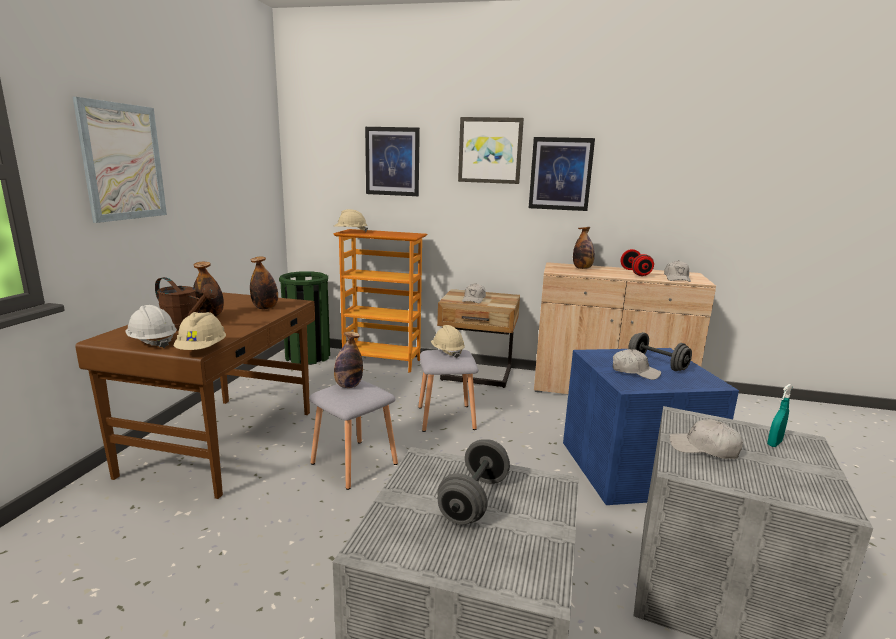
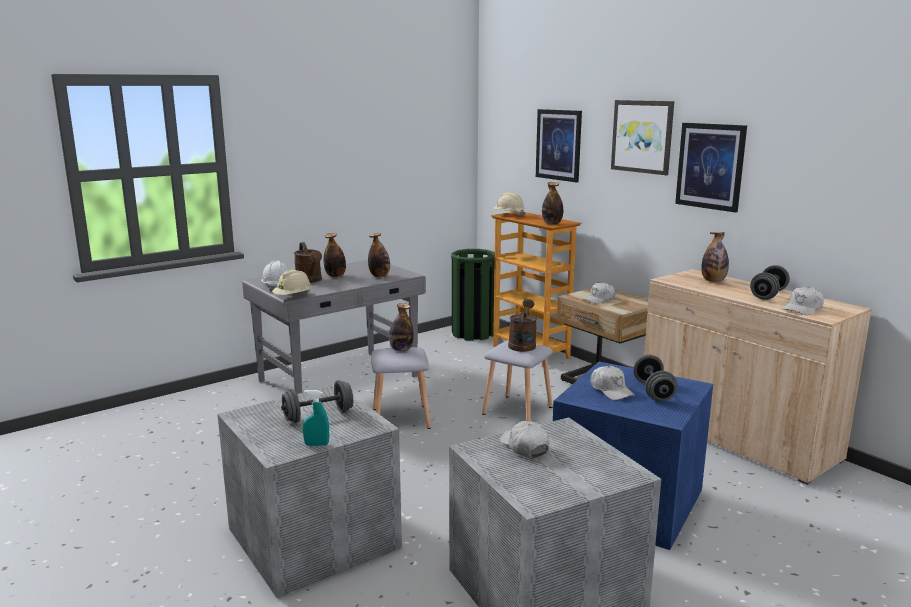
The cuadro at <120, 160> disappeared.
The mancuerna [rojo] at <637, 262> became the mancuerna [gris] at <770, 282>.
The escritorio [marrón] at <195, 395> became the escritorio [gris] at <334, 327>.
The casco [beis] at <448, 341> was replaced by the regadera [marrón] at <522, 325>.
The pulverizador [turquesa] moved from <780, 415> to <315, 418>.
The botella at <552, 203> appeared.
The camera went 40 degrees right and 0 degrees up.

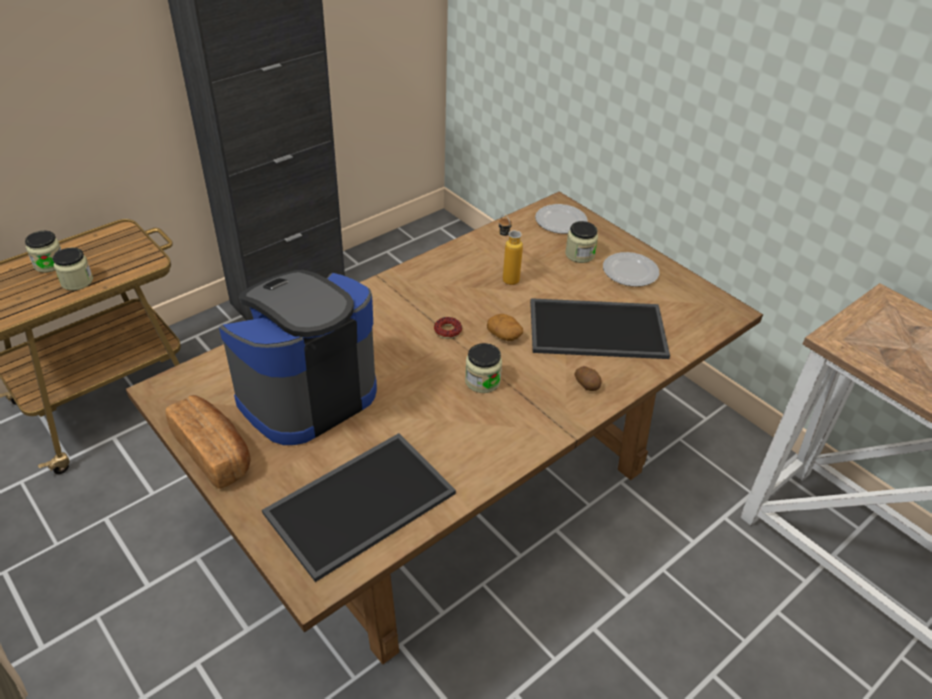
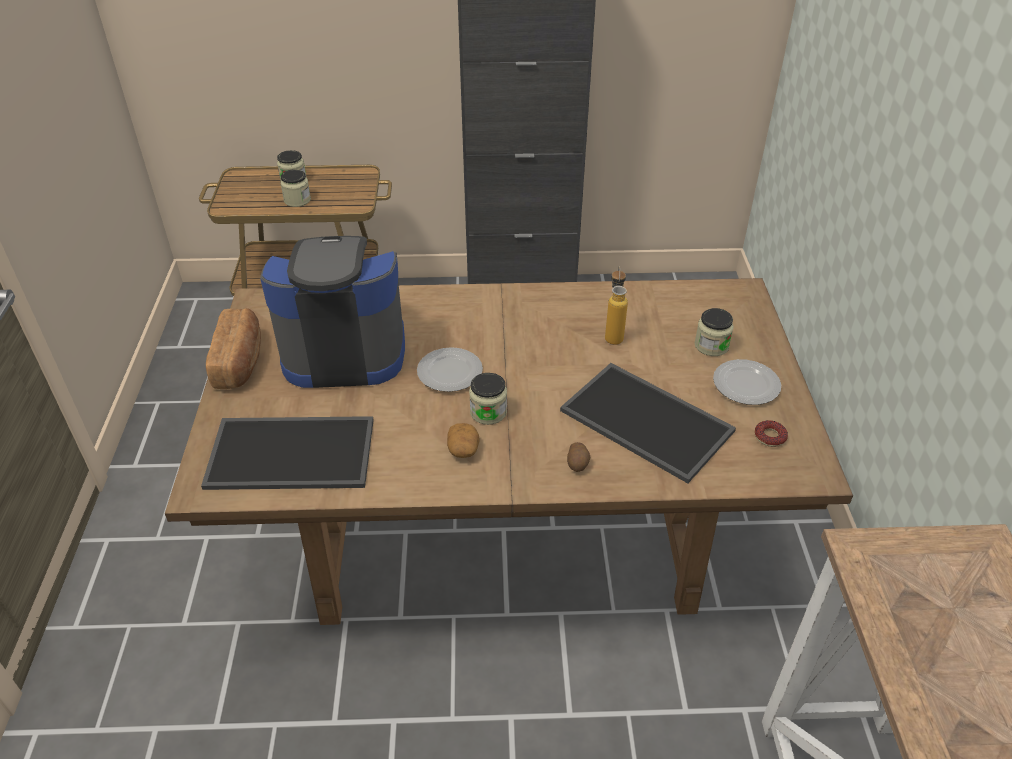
The plato moved from <561, 219> to <450, 369>.
The patata moved from <505, 327> to <463, 440>.
The rosquilla moved from <448, 328> to <771, 433>.
The camera went 40 degrees right and 0 degrees up.

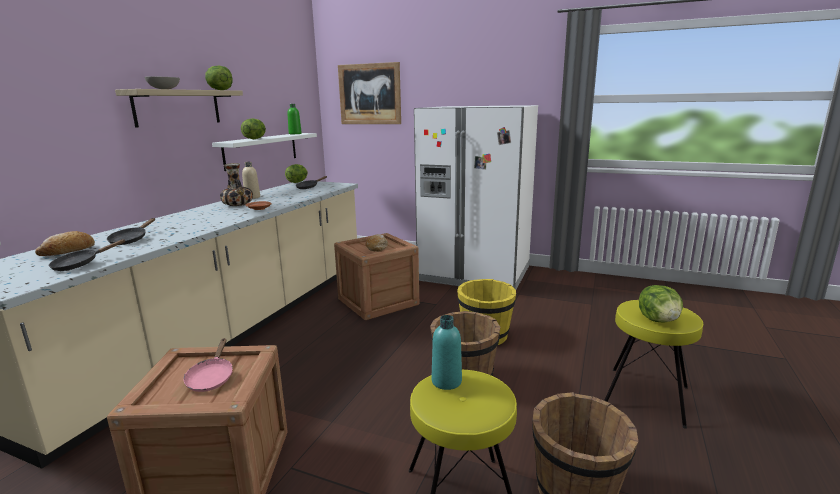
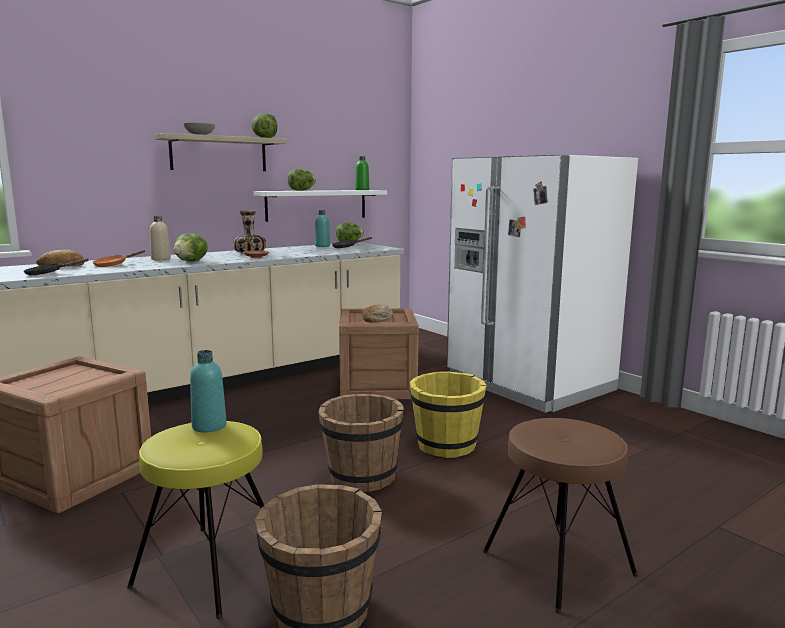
The cuadro at <369, 93> disappeared.
The botella [beis] moved from <251, 180> to <160, 238>.
The sartén [negro] at <131, 231> became the sartén [naranja] at <119, 258>.
The lechuga moved from <661, 304> to <190, 247>.
The taburete [amarillo] at <653, 364> became the taburete [marrón] at <560, 516>.
The sartén [rosa] at <208, 365> disappeared.
The botella [turquesa] at <322, 228> appeared.
The camera went 30 degrees right and 5 degrees down.

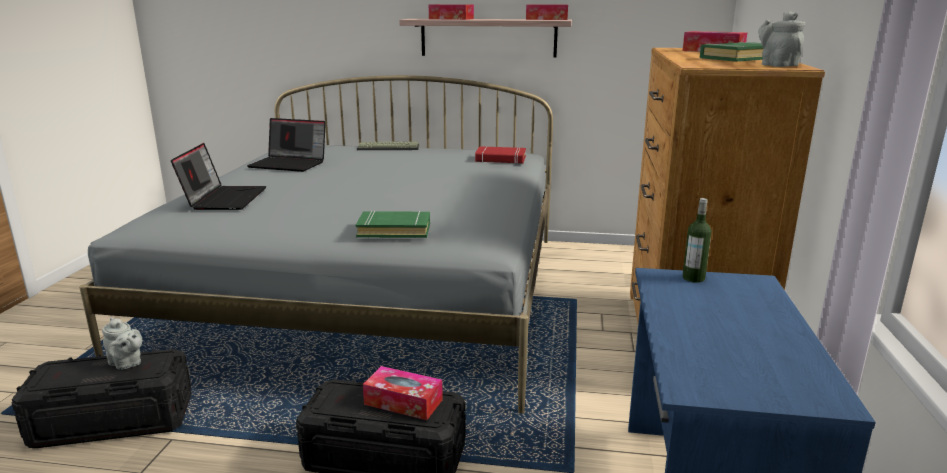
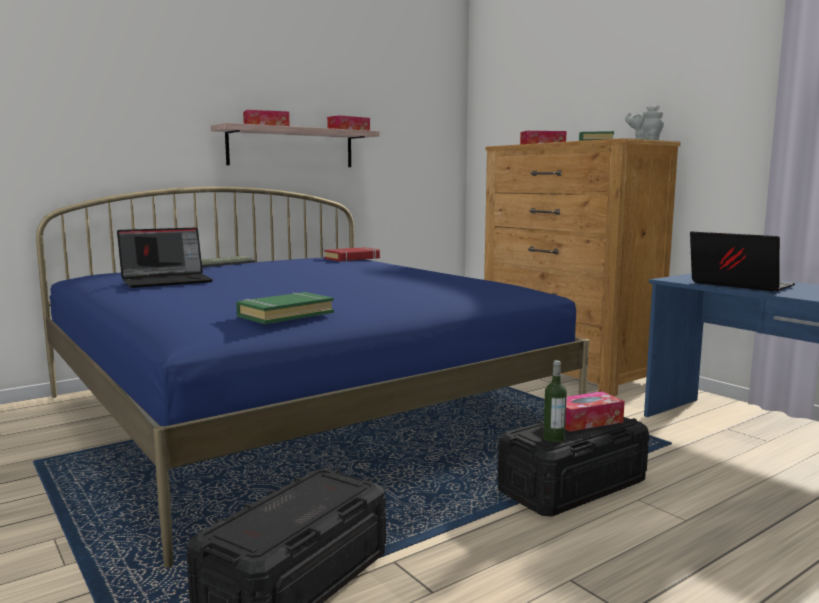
The cama [gris] at <316, 244> became the cama [azul] at <312, 377>.
The portátil moved from <218, 176> to <743, 261>.
The botella moved from <696, 240> to <555, 401>.
The libro [verde] moved from <393, 224> to <285, 308>.
The tetera [gris] at <122, 343> disappeared.
The camera went 45 degrees left and 10 degrees down.

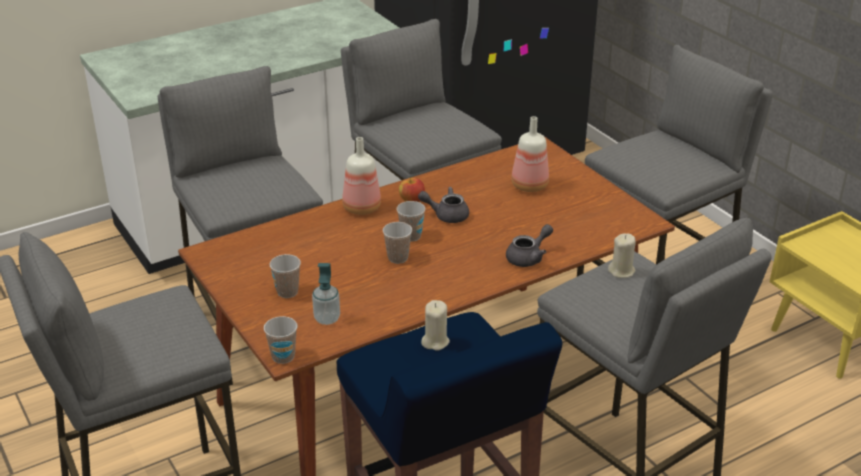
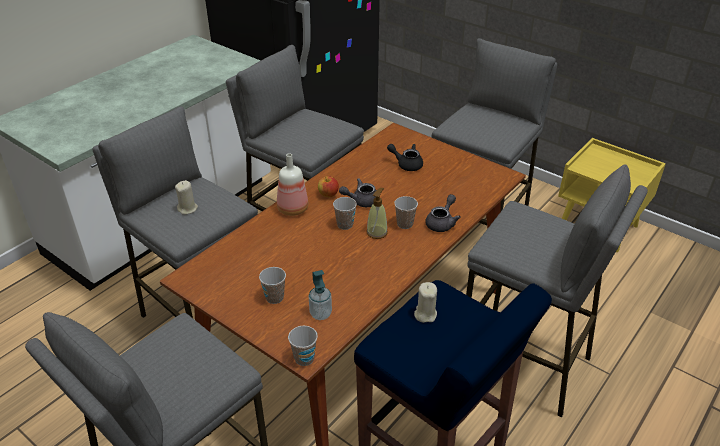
The botella at <530, 154> was replaced by the tetera [negro] at <405, 157>.
The taza moved from <397, 243> to <406, 212>.
The vela [beis] moved from <622, 256> to <186, 197>.
The dispensador de jabón at <377, 213> appeared.
The camera went 20 degrees left and 5 degrees up.

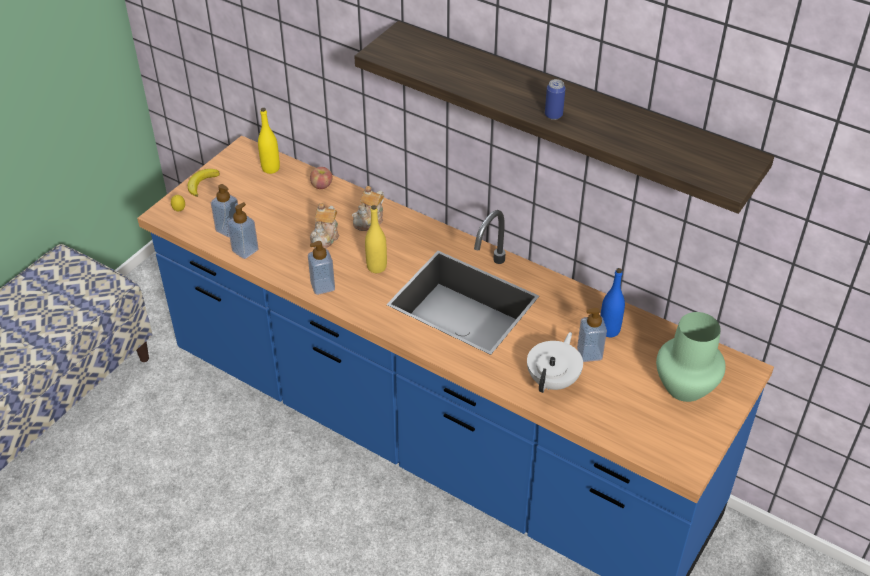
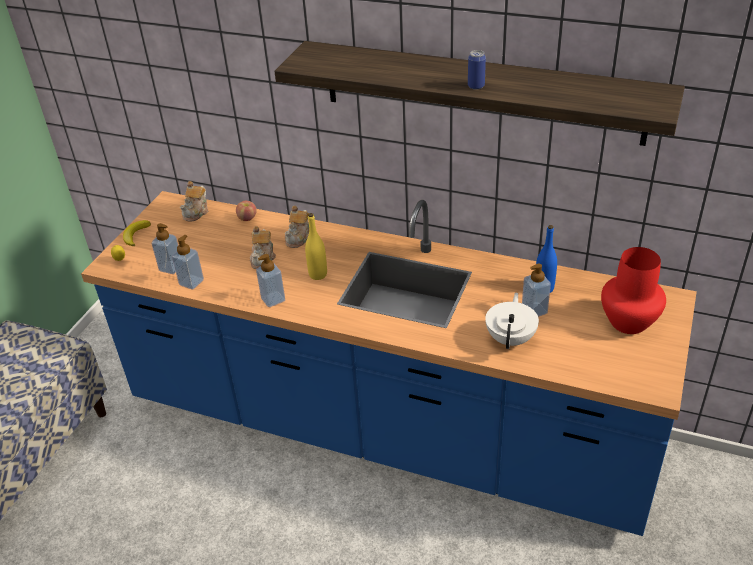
The botella [amarillo] at <269, 141> was replaced by the tetera at <194, 201>.
The florero [verde] at <691, 357> became the florero [rojo] at <633, 290>.
The camera went 10 degrees left and 5 degrees down.

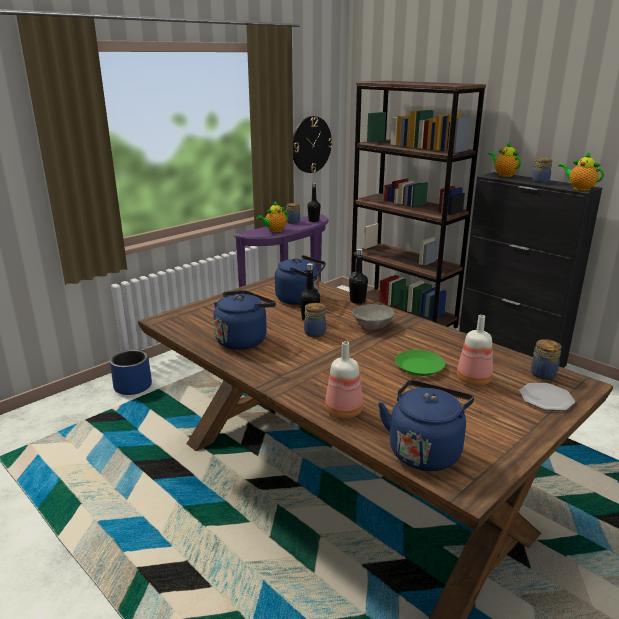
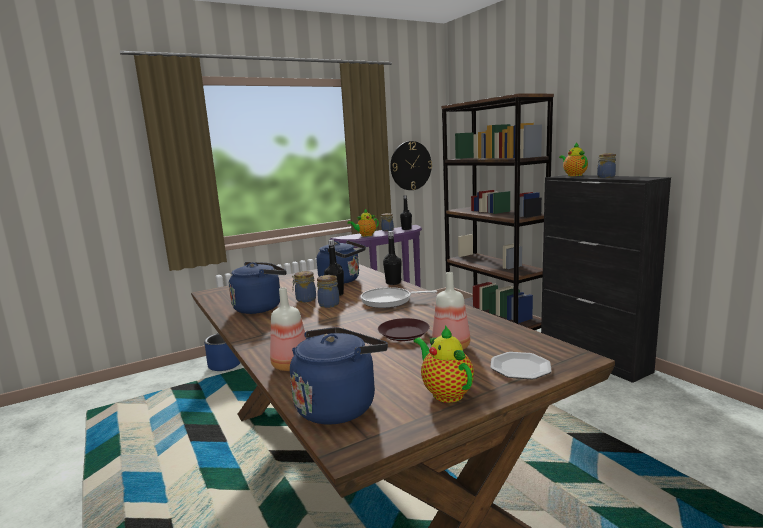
The tetera moved from <581, 171> to <444, 364>.
The cuenco [gris] at <373, 317> was replaced by the sartén at <399, 297>.
The tarro moved from <546, 359> to <304, 286>.
The plato [verde] at <420, 363> became the plato [marrón] at <404, 329>.
The camera went 15 degrees right and 10 degrees down.

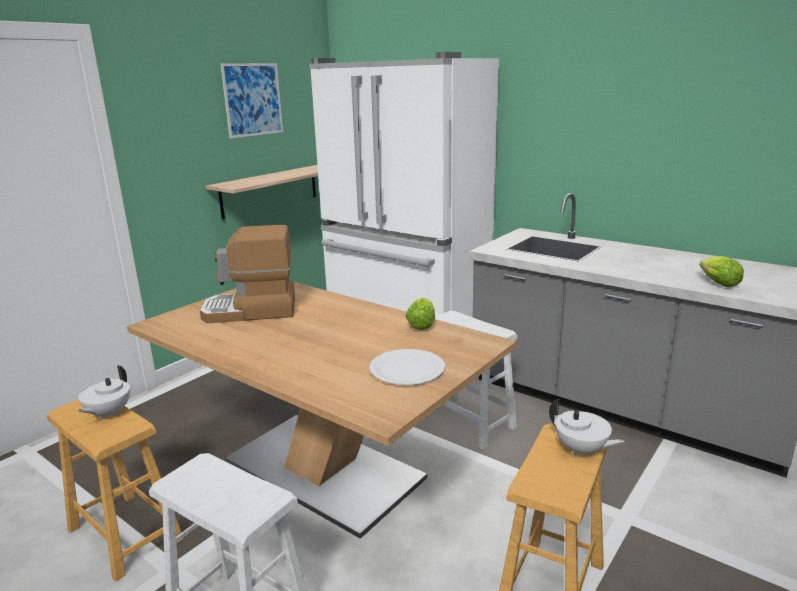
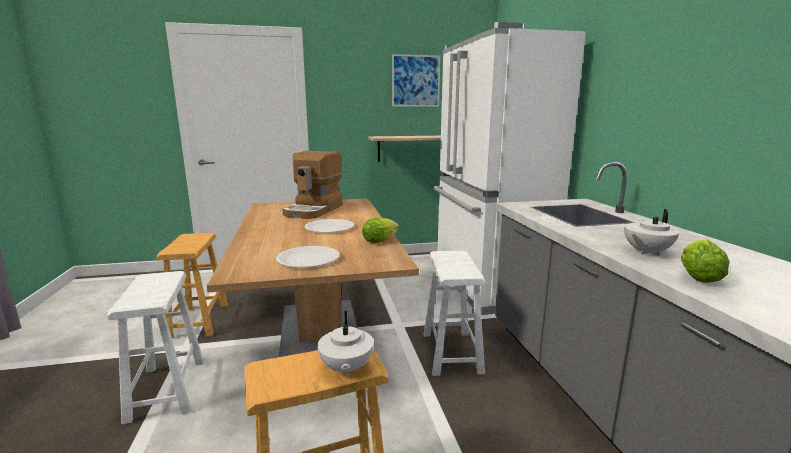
The cafetera at <247, 274> turned 105 degrees counterclockwise.
The tetera [blanco] moved from <104, 393> to <651, 232>.
The plato [blanco] at <329, 226> appeared.
The camera went 40 degrees right and 5 degrees down.

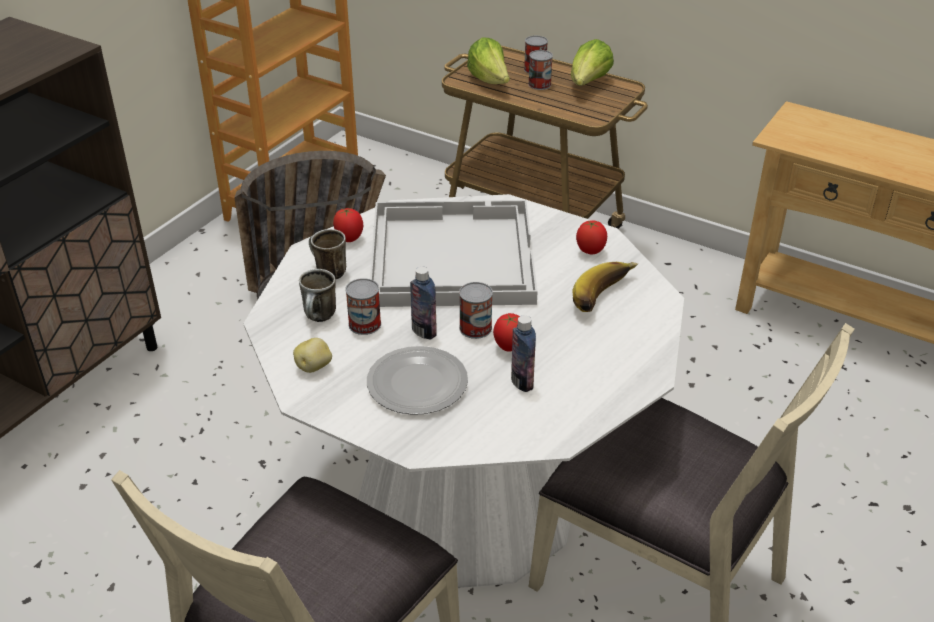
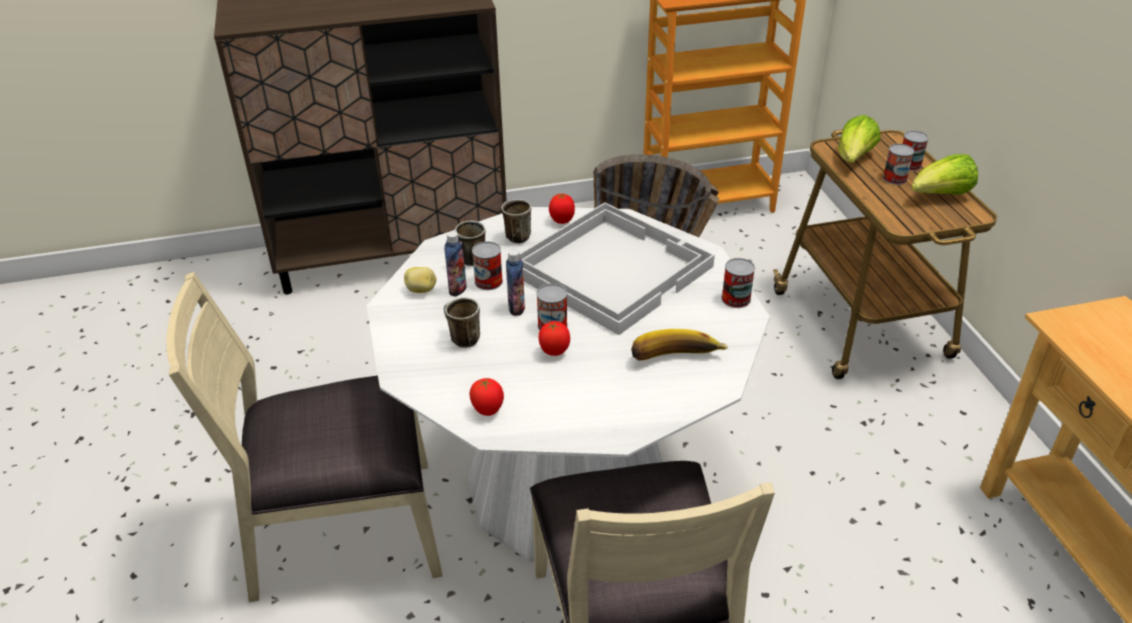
The tomate moved from <591, 237> to <487, 396>.
The botella moved from <523, 353> to <455, 263>.
The plato at <417, 380> was replaced by the taza grande at <462, 322>.
The lata at <738, 283> appeared.
The camera went 45 degrees right and 0 degrees up.

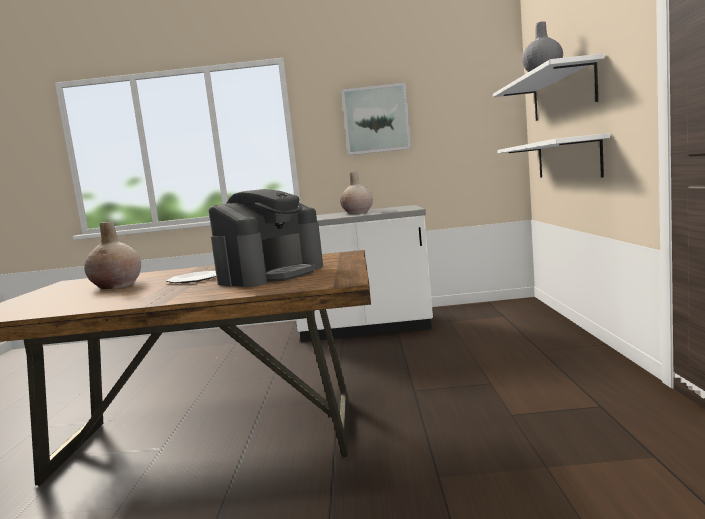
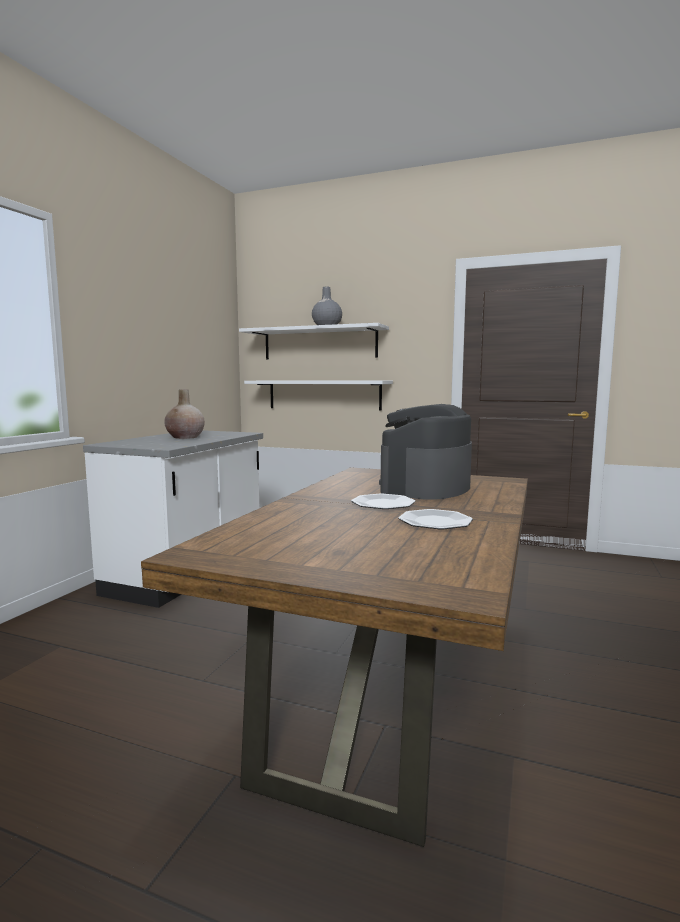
The cuadro at <376, 119> disappeared.
The cafetera at <266, 238> turned 120 degrees counterclockwise.
The florero [beis] at <112, 255> disappeared.
The plato at <435, 519> appeared.
The camera went 70 degrees left and 0 degrees up.

